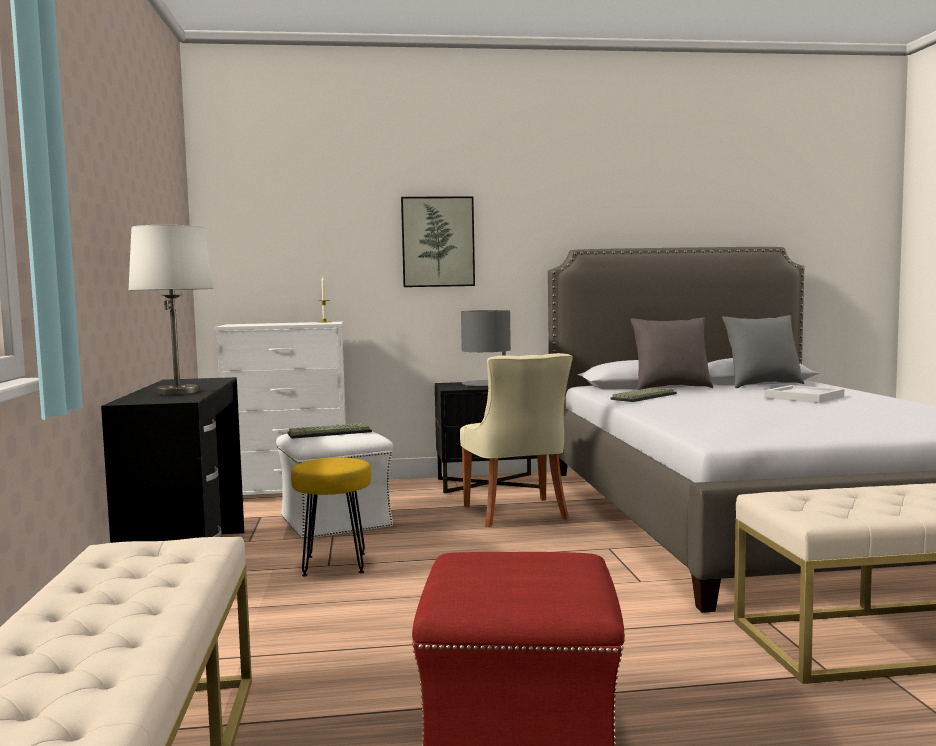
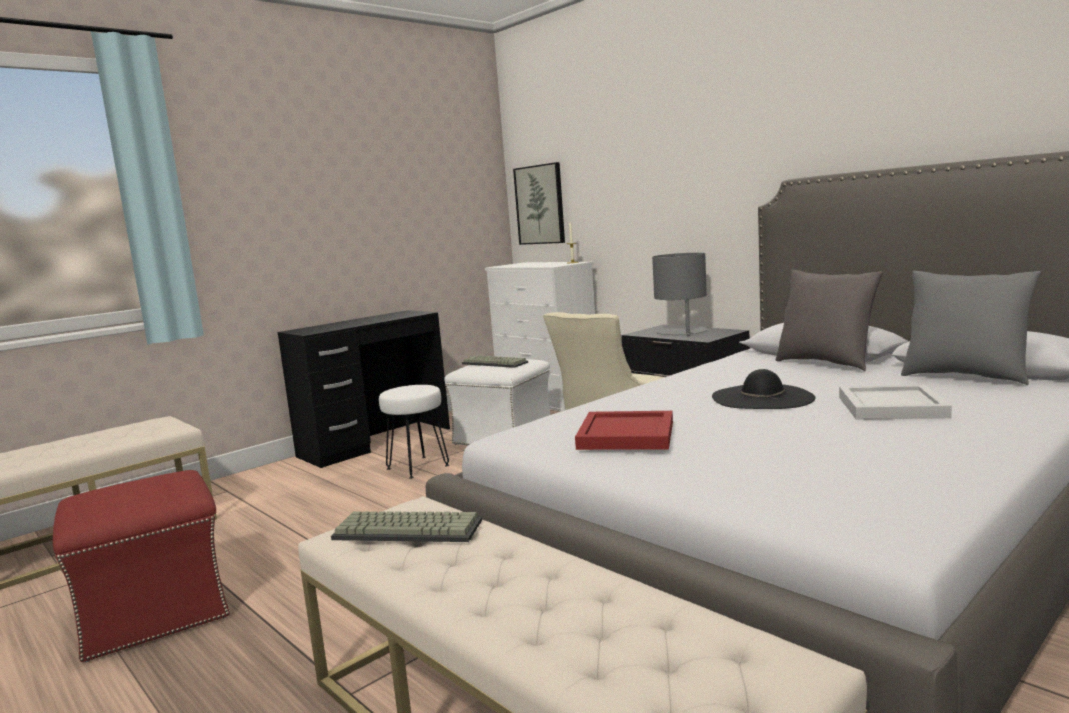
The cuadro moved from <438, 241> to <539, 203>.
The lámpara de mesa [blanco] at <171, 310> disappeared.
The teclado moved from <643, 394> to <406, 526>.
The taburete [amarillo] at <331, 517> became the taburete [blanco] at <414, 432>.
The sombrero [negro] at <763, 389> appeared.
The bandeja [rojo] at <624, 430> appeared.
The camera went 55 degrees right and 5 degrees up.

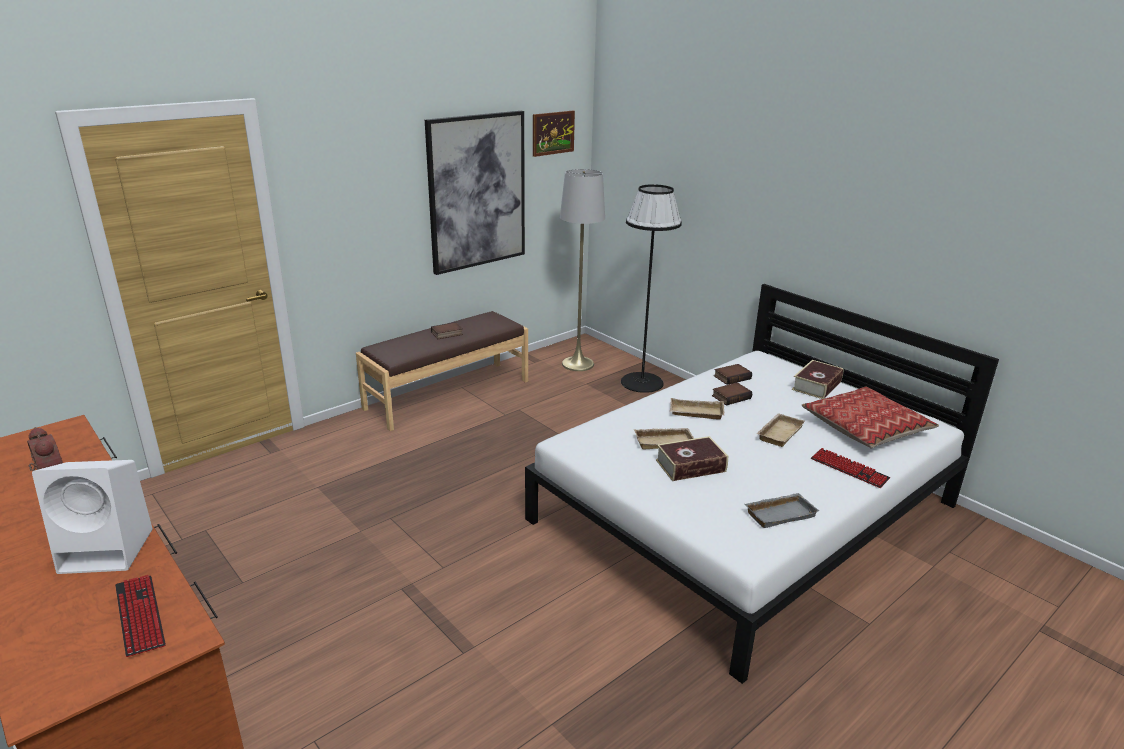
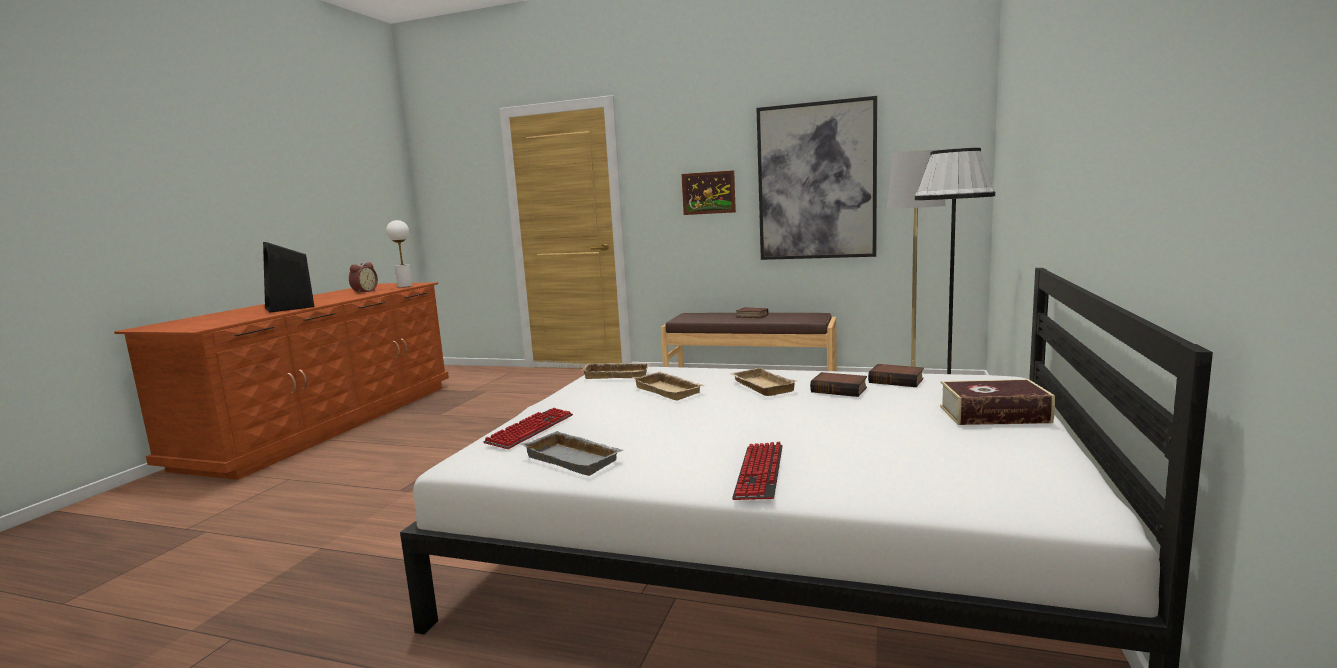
The cuadro moved from <554, 134> to <708, 192>.
The cojín at <870, 417> disappeared.
The bandeja [beis] moved from <780, 430> to <615, 371>.
The libro at <692, 458> disappeared.
The altavoz [blanco] at <92, 517> became the altavoz [negro] at <289, 277>.
The teclado moved from <140, 616> to <528, 428>.
The lámpara de mesa [blanco] at <399, 253> appeared.
The camera went 60 degrees right and 15 degrees down.

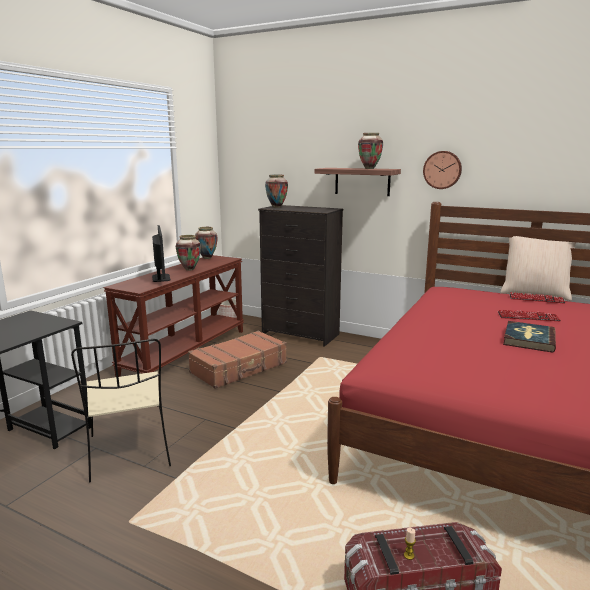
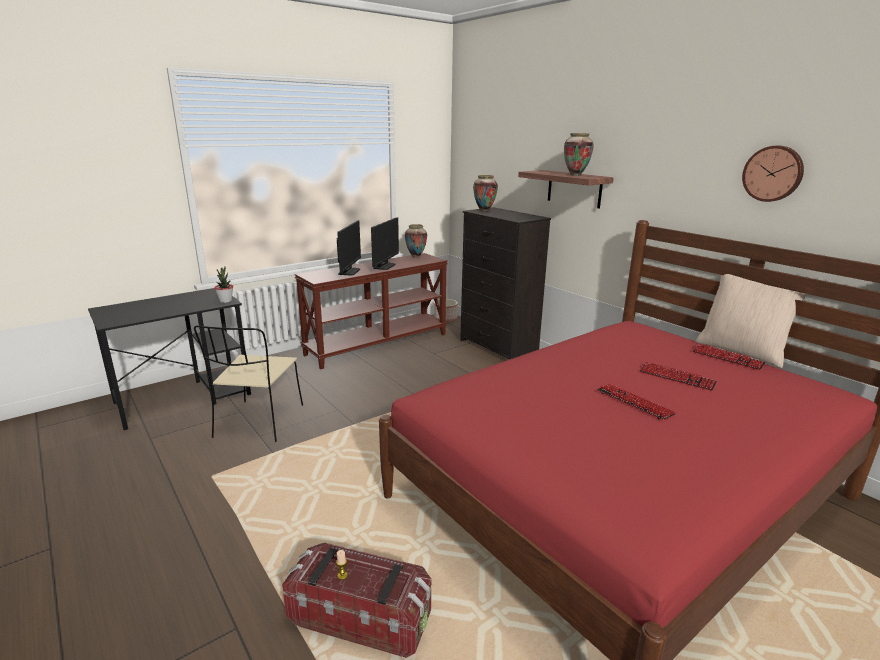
The reloj de pared moved from <442, 170> to <773, 174>.
The florero at <188, 253> was replaced by the monitor at <385, 243>.
The libro at <529, 337> was replaced by the teclado at <636, 402>.
The maleta [marrón] at <237, 360> disappeared.
The planta en maceta at <223, 285> appeared.
The camera went 25 degrees right and 5 degrees up.

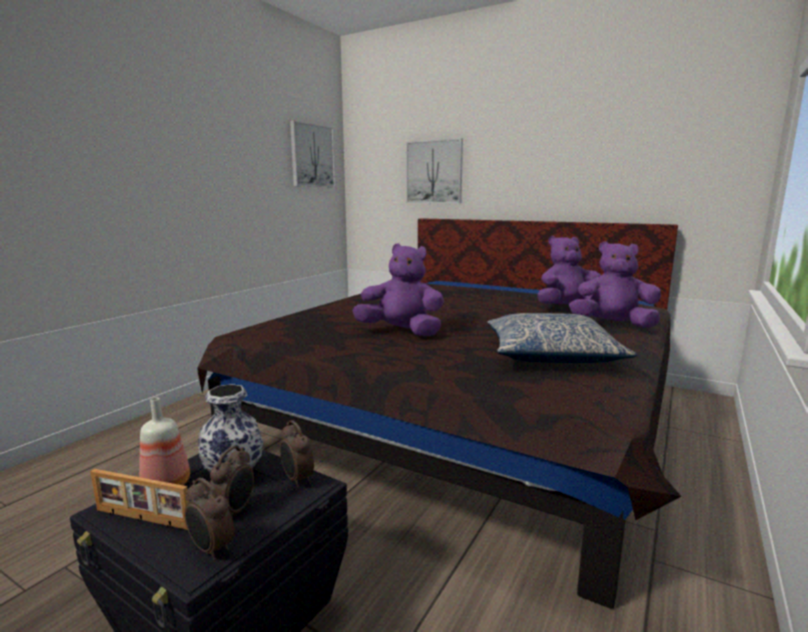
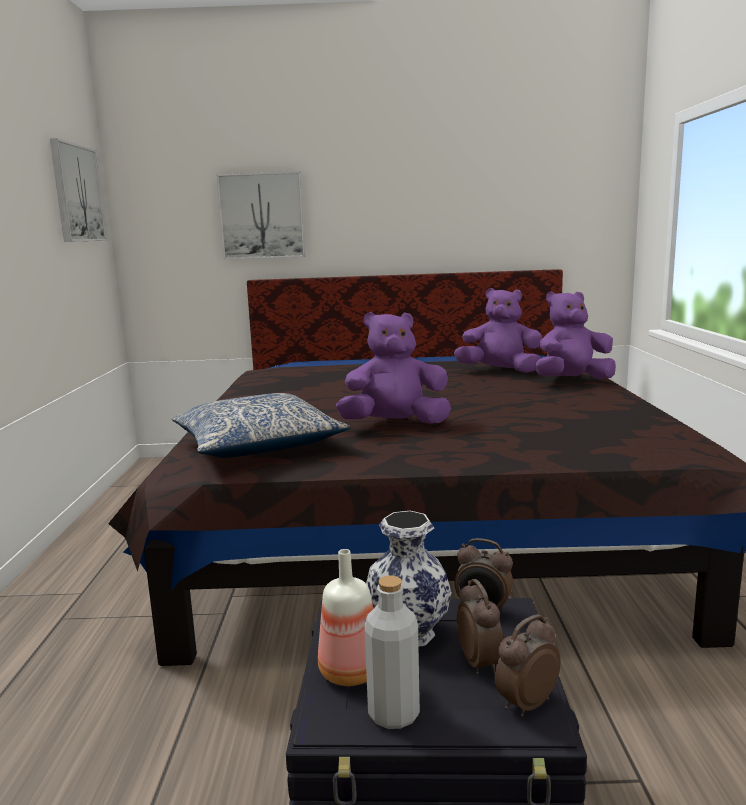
The peluche [morado] at <569, 270> turned 60 degrees clockwise.
The cojín moved from <562, 338> to <261, 425>.
The portarretratos at <139, 499> was replaced by the botella [gris] at <392, 652>.
The despertador at <209, 519> turned 135 degrees clockwise.
The camera went 30 degrees left and 0 degrees up.

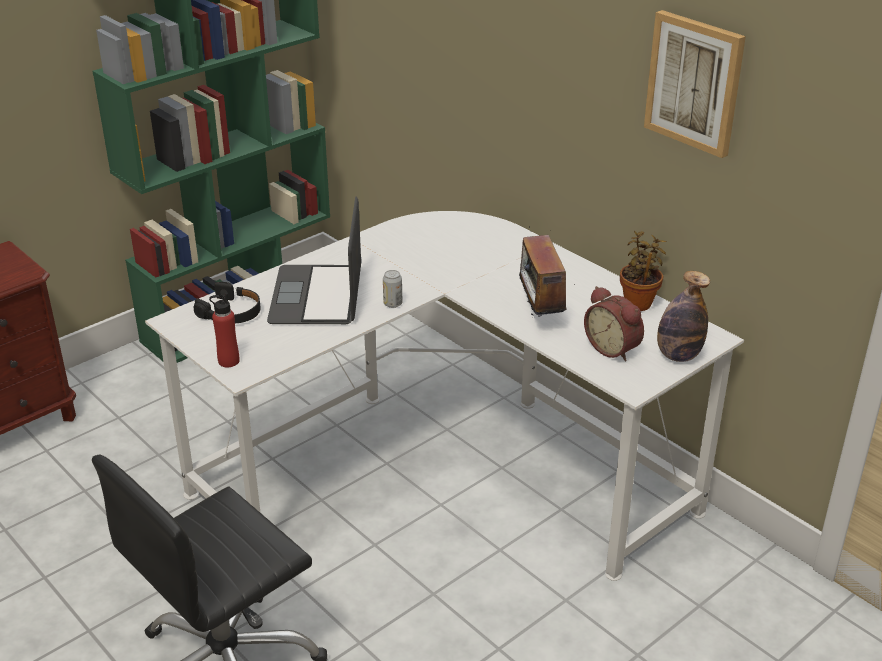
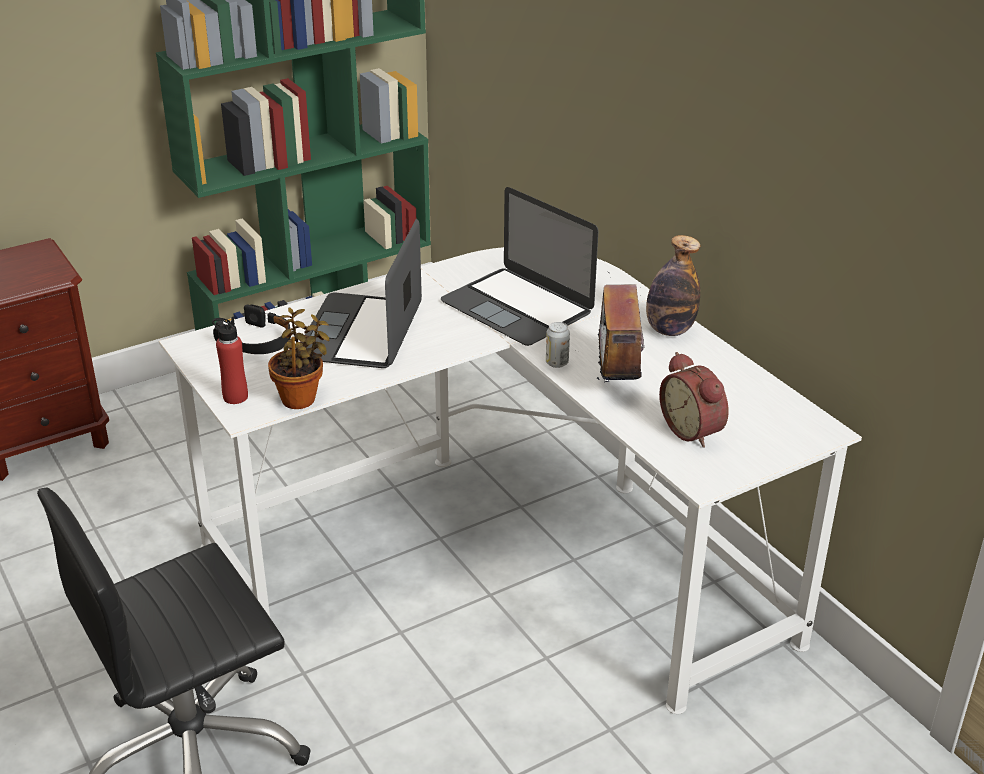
The cuadro at <695, 84> disappeared.
The planta en maceta moved from <643, 271> to <298, 358>.
The lata moved from <392, 289> to <558, 345>.
The botella moved from <683, 316> to <673, 285>.
The portátil at <519, 266> appeared.
The camera went 10 degrees right and 0 degrees up.

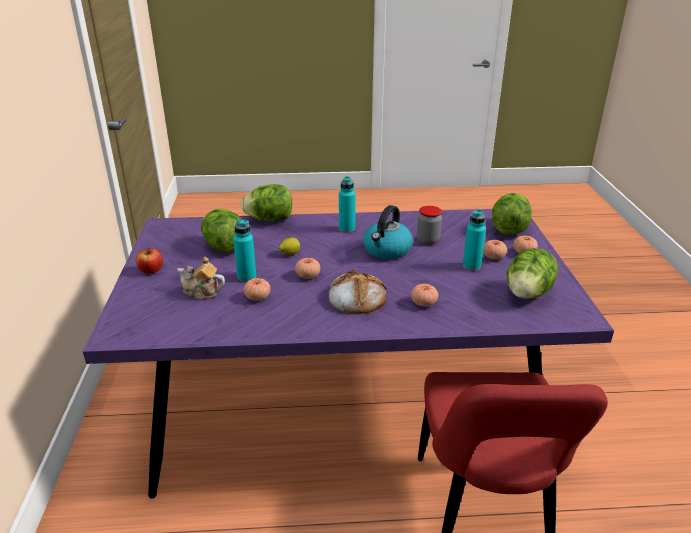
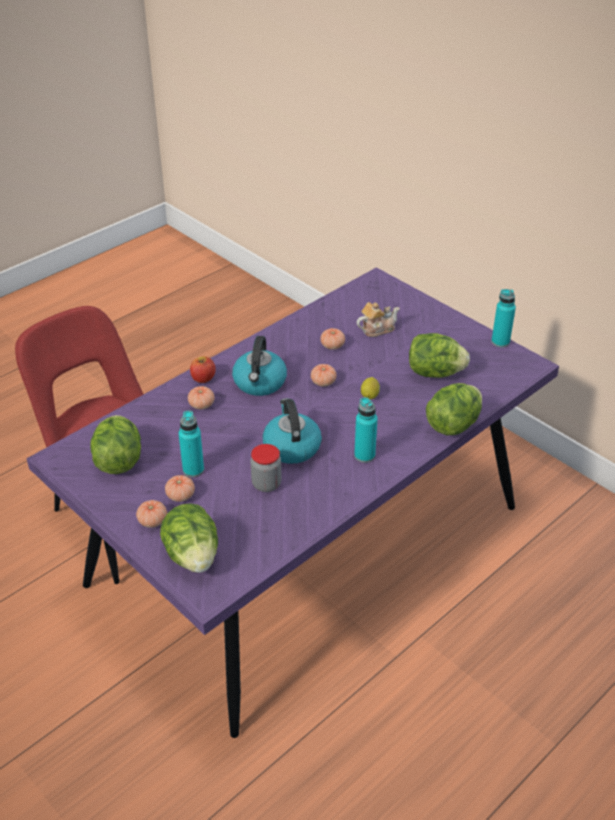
The botella [turquesa] moved from <244, 250> to <503, 318>.
The manzana moved from <149, 260> to <203, 369>.
The pan at <358, 291> was replaced by the hervidor at <259, 366>.
The camera went 140 degrees right and 10 degrees up.

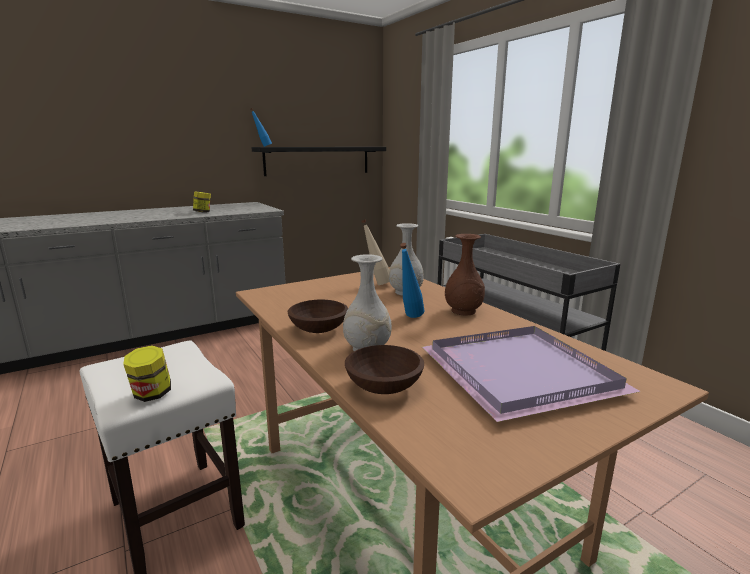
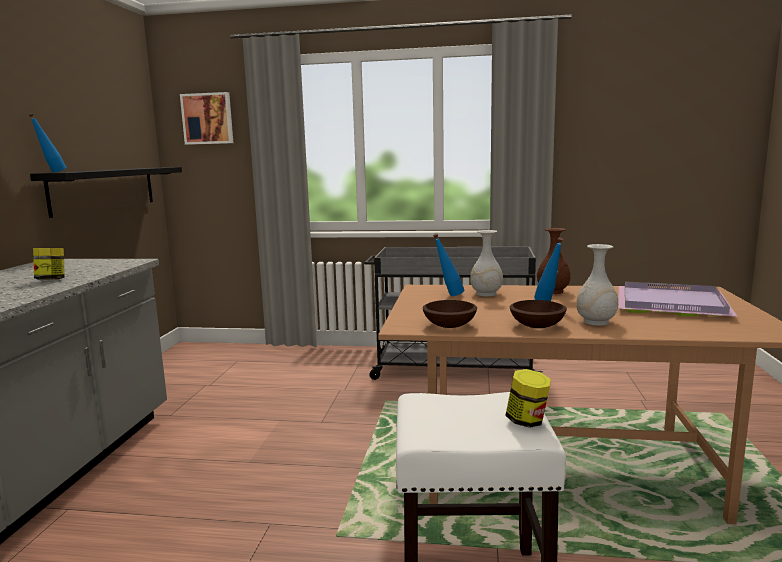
The botella [beis] at <376, 252> became the botella [azul] at <448, 265>.
The cuenco [marrón] moved from <384, 369> to <449, 314>.
The cuadro at <206, 118> appeared.
The camera went 50 degrees left and 5 degrees down.

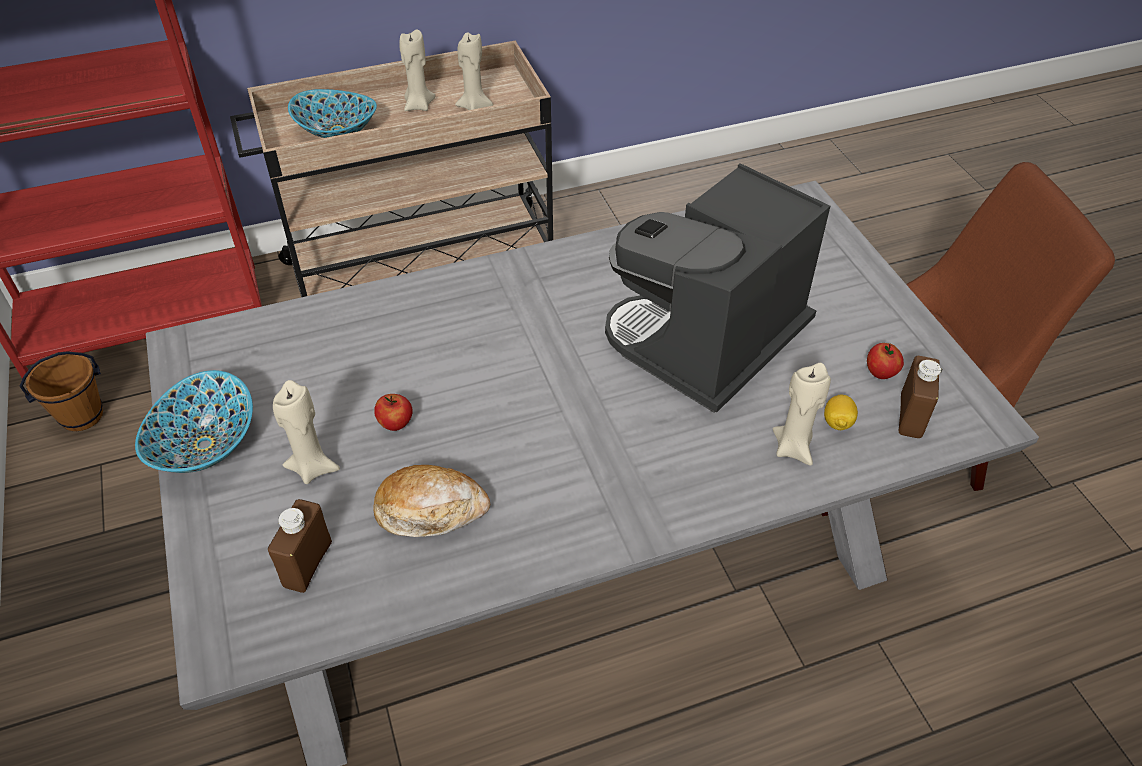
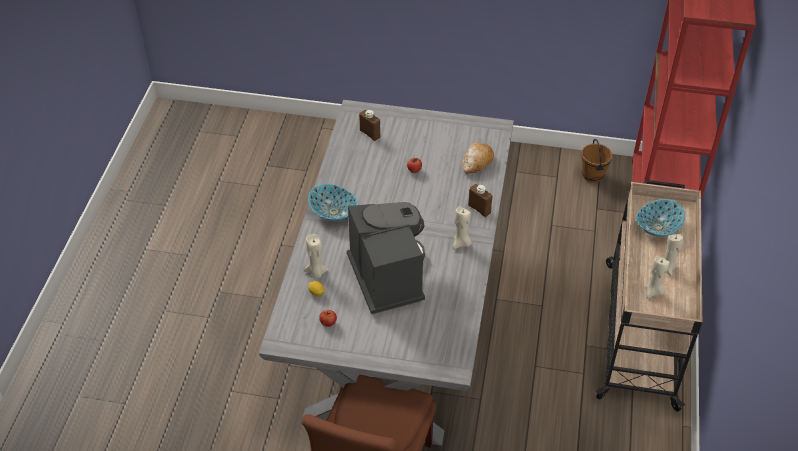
The botella [marrón] moved from <921, 397> to <480, 200>.
The cuenco moved from <194, 421> to <333, 202>.
The vela [beis] moved from <306, 432> to <462, 227>.
The pan moved from <431, 501> to <478, 158>.
The camera went 120 degrees right and 0 degrees up.

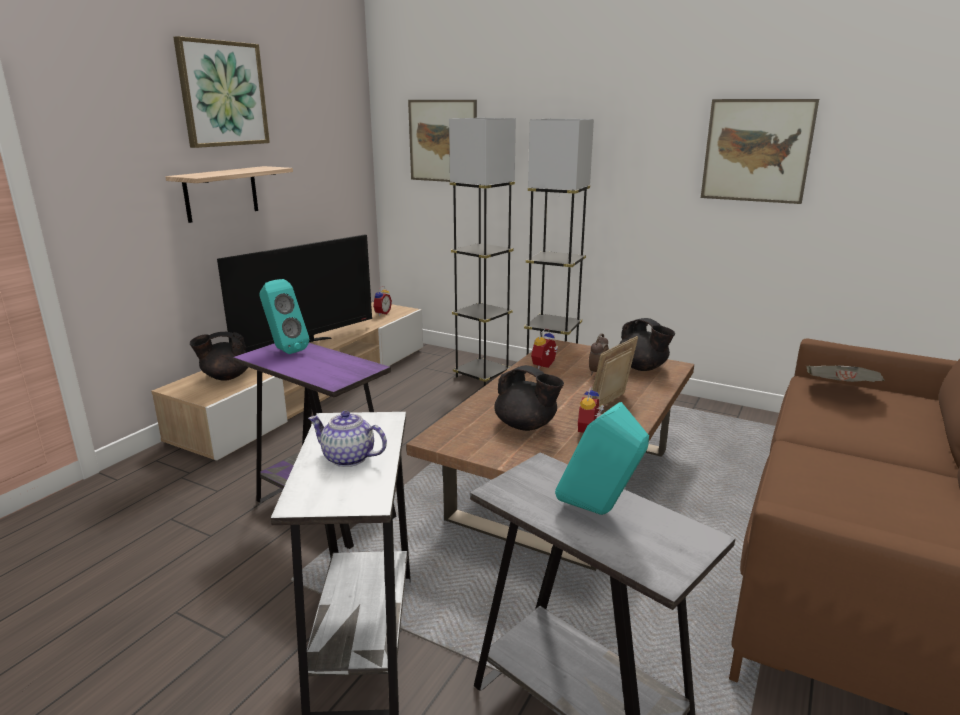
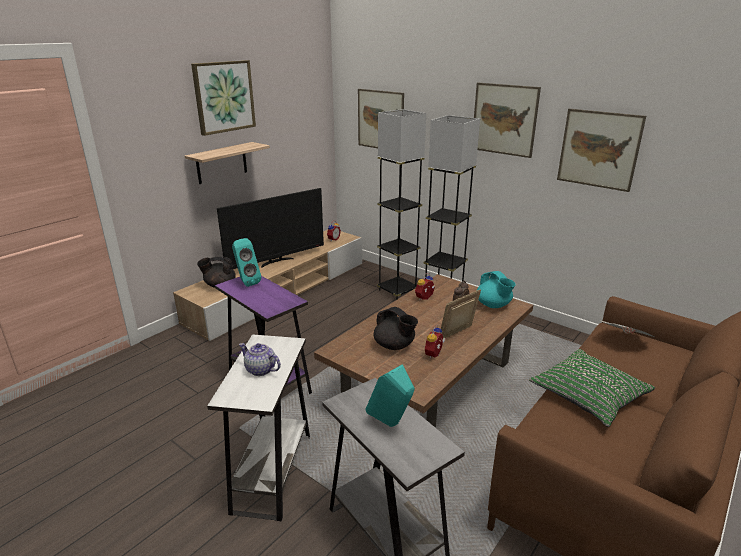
The tetera [negro] at <647, 344> became the tetera [turquesa] at <496, 289>.
The cuadro at <507, 120> appeared.
The cojín [verde] at <592, 388> appeared.
The camera went 10 degrees right and 5 degrees up.

